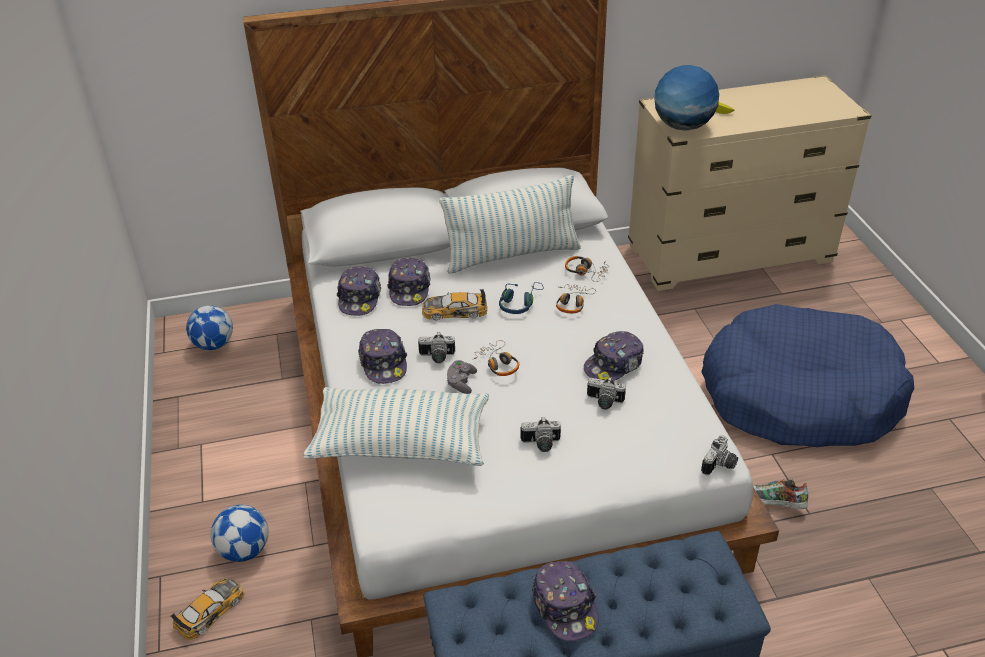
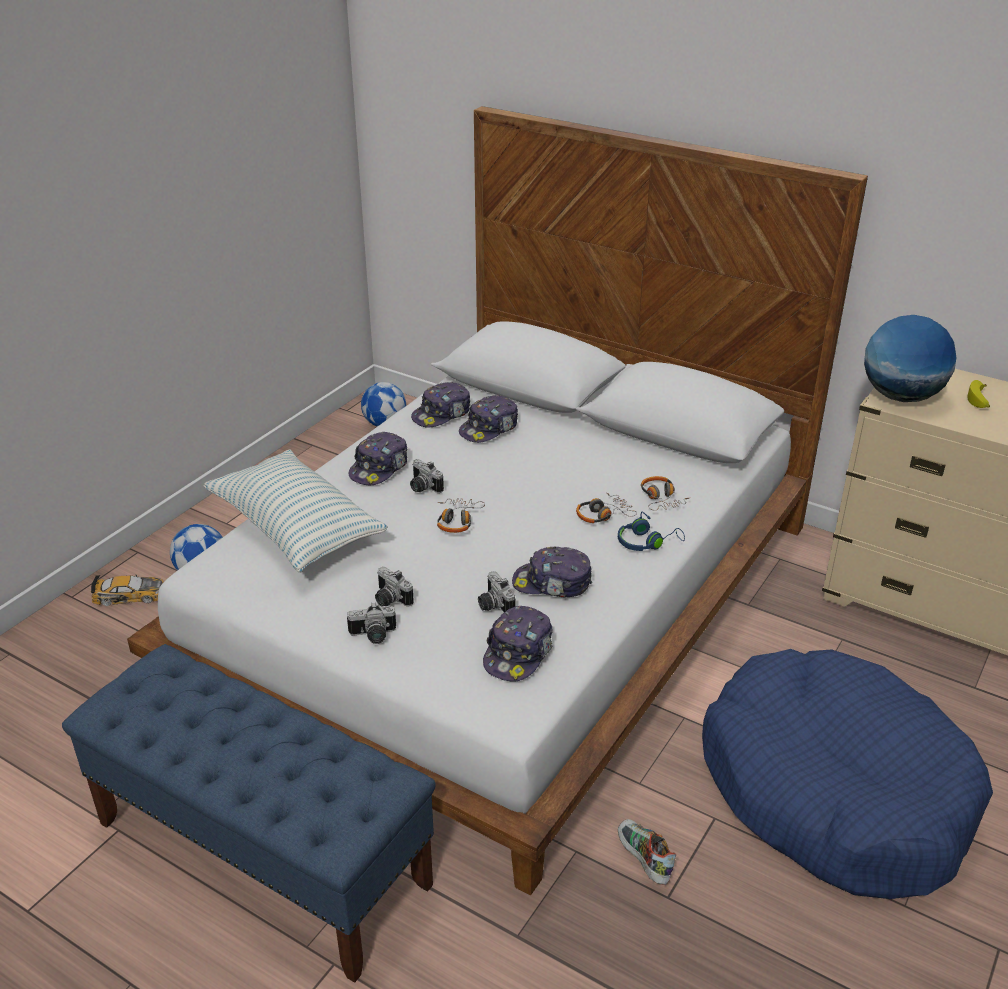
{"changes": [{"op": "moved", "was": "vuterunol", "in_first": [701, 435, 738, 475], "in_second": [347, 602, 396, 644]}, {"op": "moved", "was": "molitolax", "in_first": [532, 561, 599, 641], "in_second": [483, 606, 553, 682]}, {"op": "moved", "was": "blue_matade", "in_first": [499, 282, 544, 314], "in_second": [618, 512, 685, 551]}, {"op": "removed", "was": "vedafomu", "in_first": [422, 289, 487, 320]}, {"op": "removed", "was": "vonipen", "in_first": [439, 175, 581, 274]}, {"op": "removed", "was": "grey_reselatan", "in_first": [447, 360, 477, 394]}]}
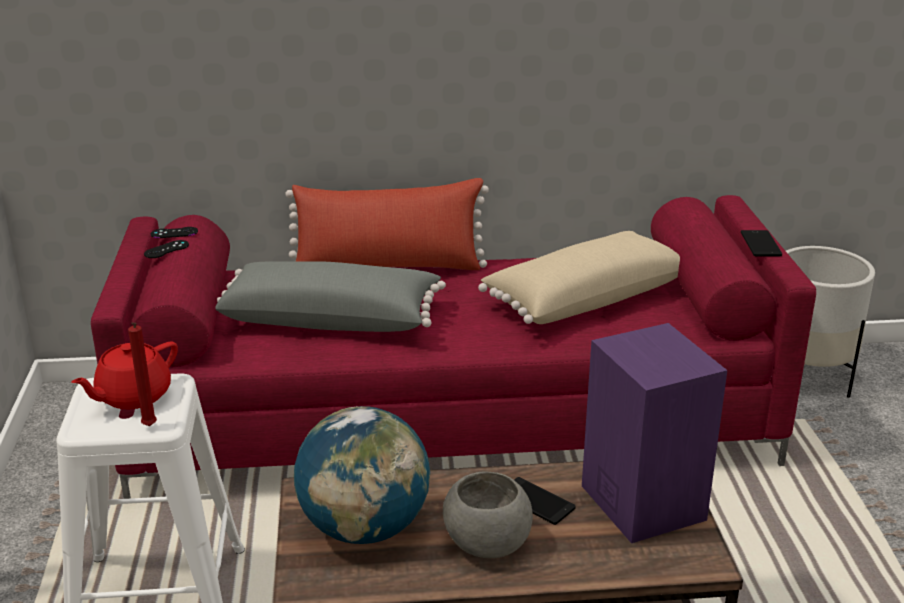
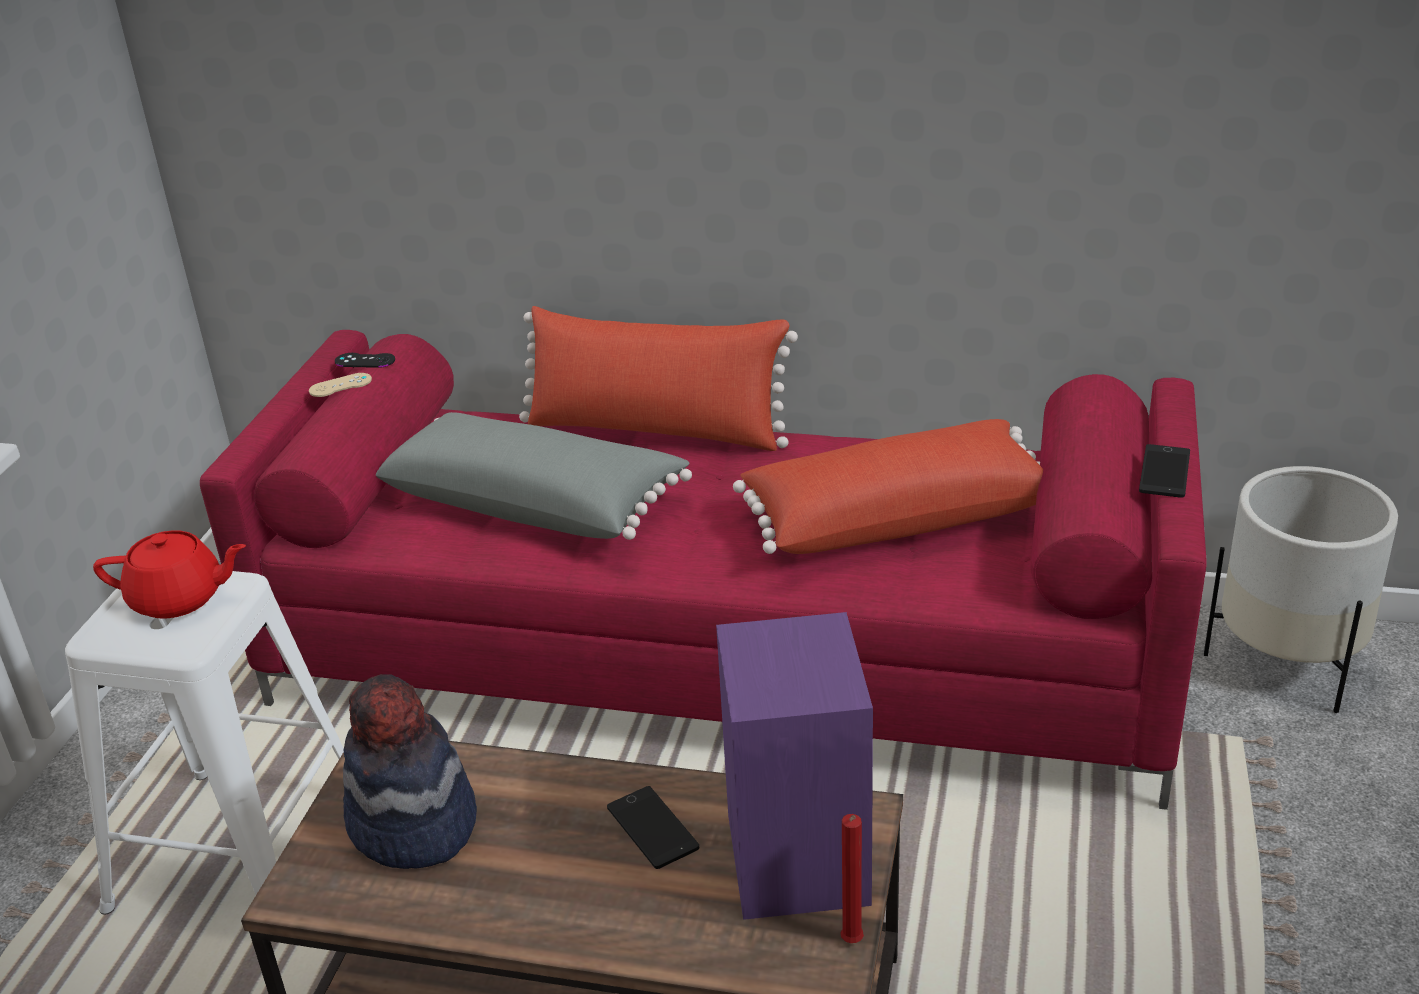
{"changes": [{"op": "turned", "was": "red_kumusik", "in_first": [71, 341, 178, 409], "in_second": [93, 530, 246, 619], "clockwise": -150}, {"op": "recoloured", "was": "black_reselatan", "now": "beige_reselatan", "in_first": [144, 240, 189, 258], "in_second": [309, 373, 372, 397]}, {"op": "replaced", "was": "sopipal", "now": "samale", "in_first": [294, 406, 430, 544], "in_second": [343, 674, 477, 869]}, {"op": "recoloured", "was": "beige_vonipen", "now": "red_vonipen", "in_first": [478, 231, 680, 324], "in_second": [733, 419, 1043, 554]}, {"op": "moved", "was": "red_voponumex", "in_first": [128, 323, 157, 426], "in_second": [840, 814, 864, 943]}, {"op": "removed", "was": "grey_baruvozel", "in_first": [443, 471, 533, 558]}]}
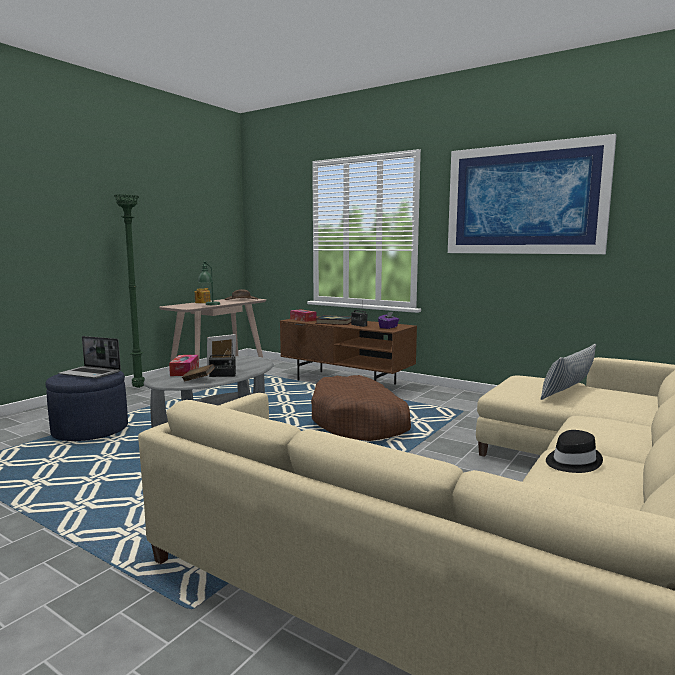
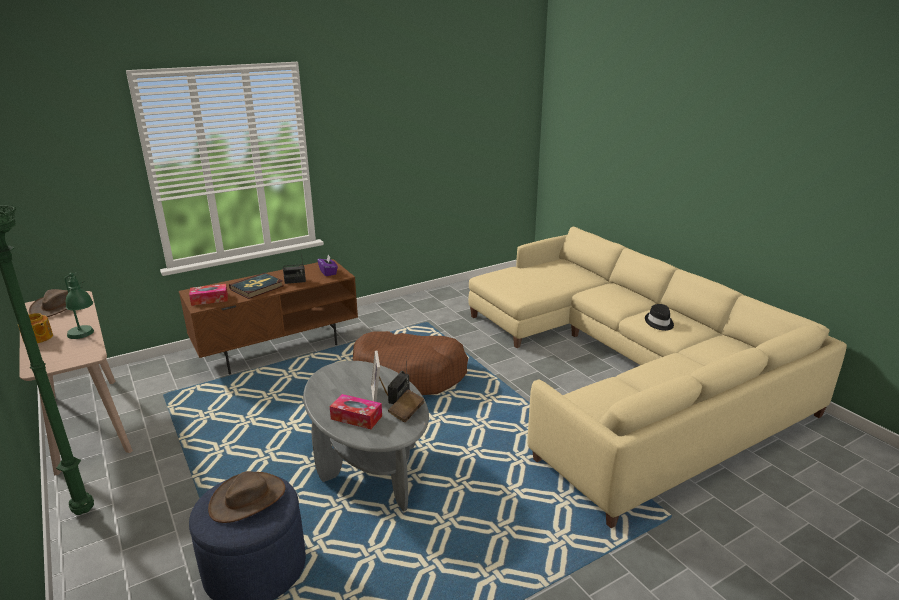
{"changes": [{"op": "replaced", "was": "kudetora", "now": "brown_samale", "in_first": [58, 336, 121, 379], "in_second": [208, 471, 285, 523]}, {"op": "removed", "was": "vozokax", "in_first": [448, 134, 617, 254]}, {"op": "removed", "was": "vonipen", "in_first": [541, 344, 596, 400]}]}
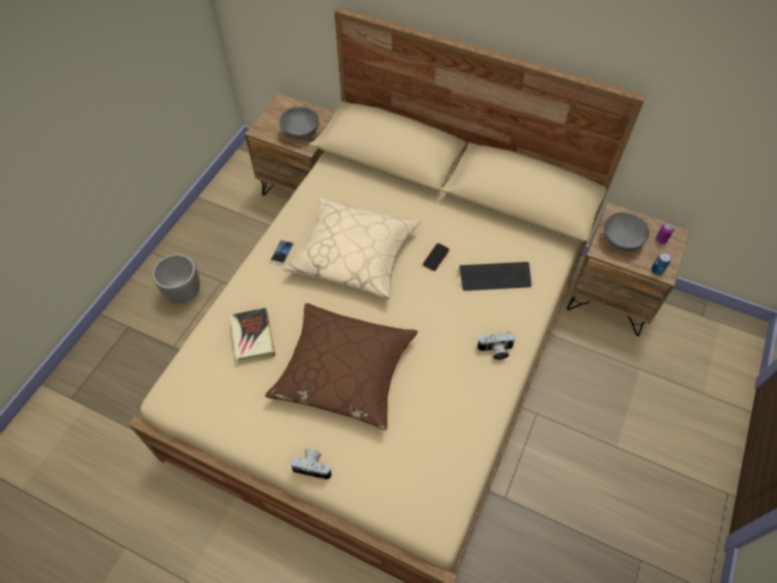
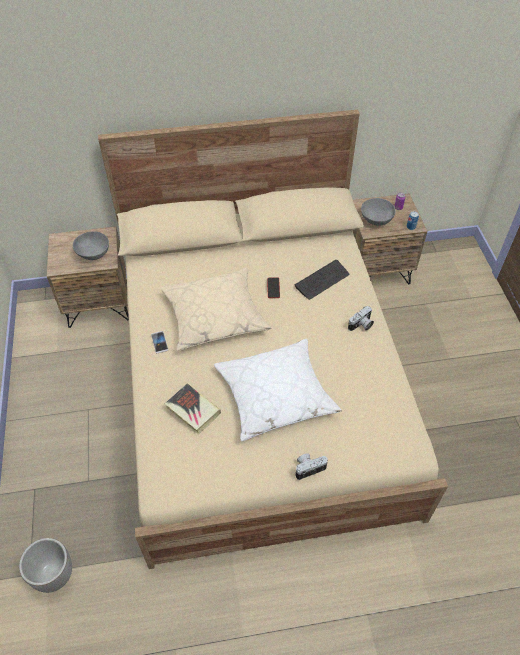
{"changes": [{"op": "moved", "was": "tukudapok", "in_first": [152, 254, 200, 303], "in_second": [19, 538, 72, 593]}, {"op": "recoloured", "was": "brown_vonipen", "now": "white_vonipen", "in_first": [265, 303, 418, 430], "in_second": [214, 339, 342, 441]}]}
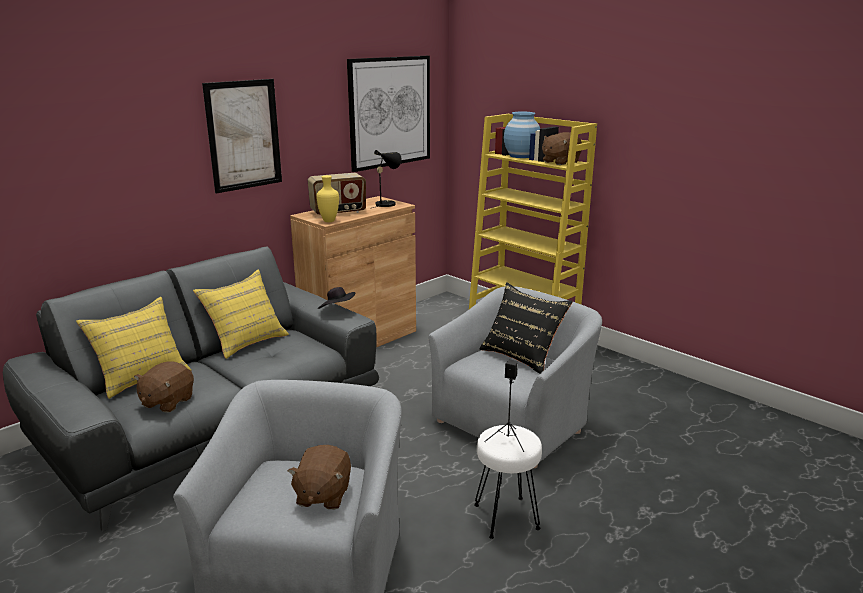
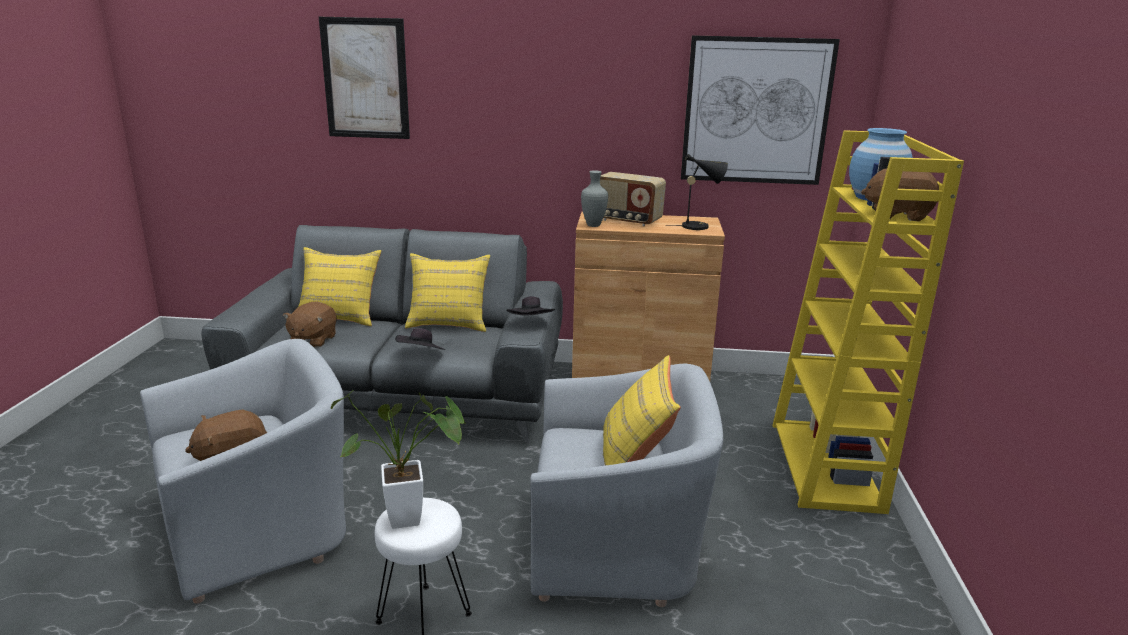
{"changes": [{"op": "turned", "was": "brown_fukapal", "in_first": [134, 361, 194, 413], "in_second": [283, 301, 337, 348], "clockwise": -60}, {"op": "moved", "was": "vozokax", "in_first": [202, 79, 282, 193], "in_second": [319, 17, 410, 139]}, {"op": "replaced", "was": "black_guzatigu", "now": "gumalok", "in_first": [484, 360, 524, 452], "in_second": [331, 391, 466, 529]}, {"op": "added", "now": "black_samale", "in_second": [395, 328, 445, 350]}, {"op": "recoloured", "was": "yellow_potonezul", "now": "grey_potonezul", "in_first": [316, 175, 339, 222], "in_second": [581, 170, 608, 227]}, {"op": "recoloured", "was": "black_vonipen", "now": "yellow_vonipen", "in_first": [479, 282, 573, 374], "in_second": [603, 355, 681, 466]}]}
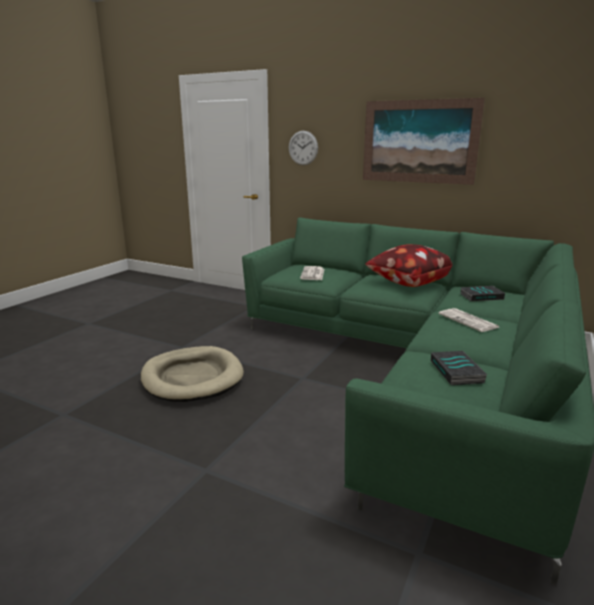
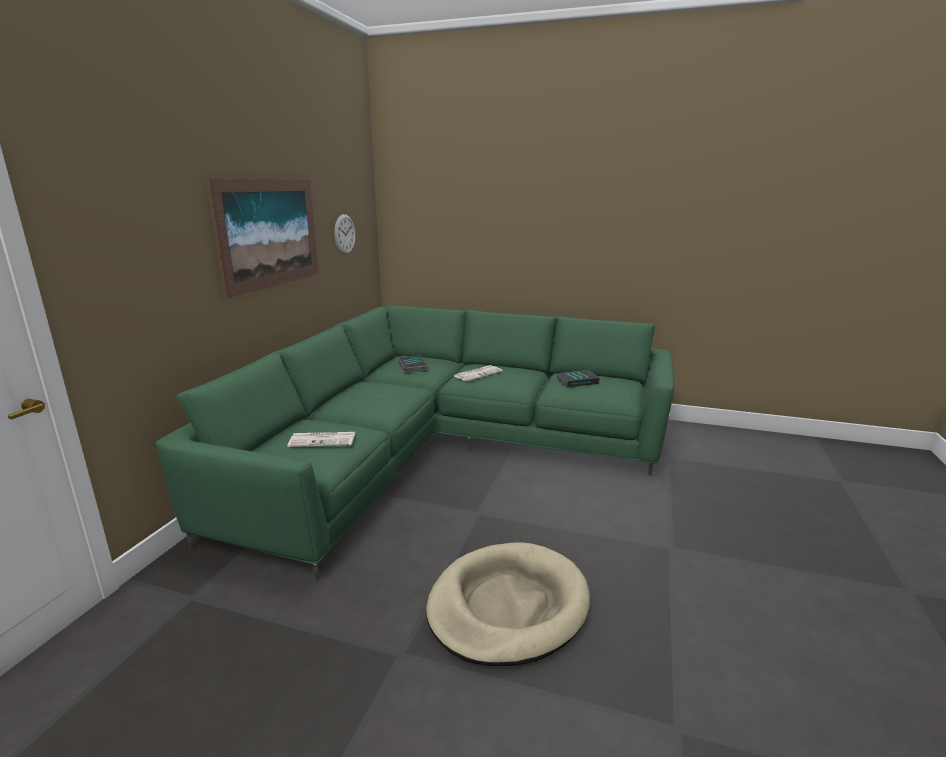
{"changes": [{"op": "moved", "was": "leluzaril", "in_first": [289, 131, 318, 165], "in_second": [334, 214, 355, 255]}, {"op": "removed", "was": "vonipen", "in_first": [365, 244, 452, 287]}]}
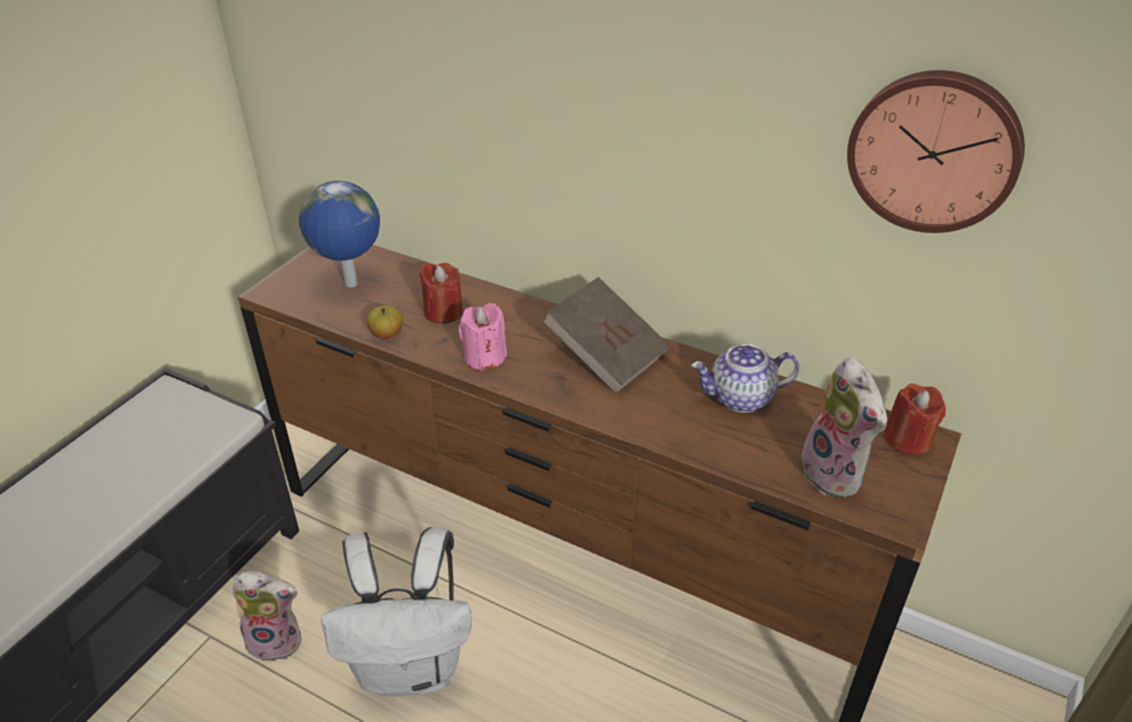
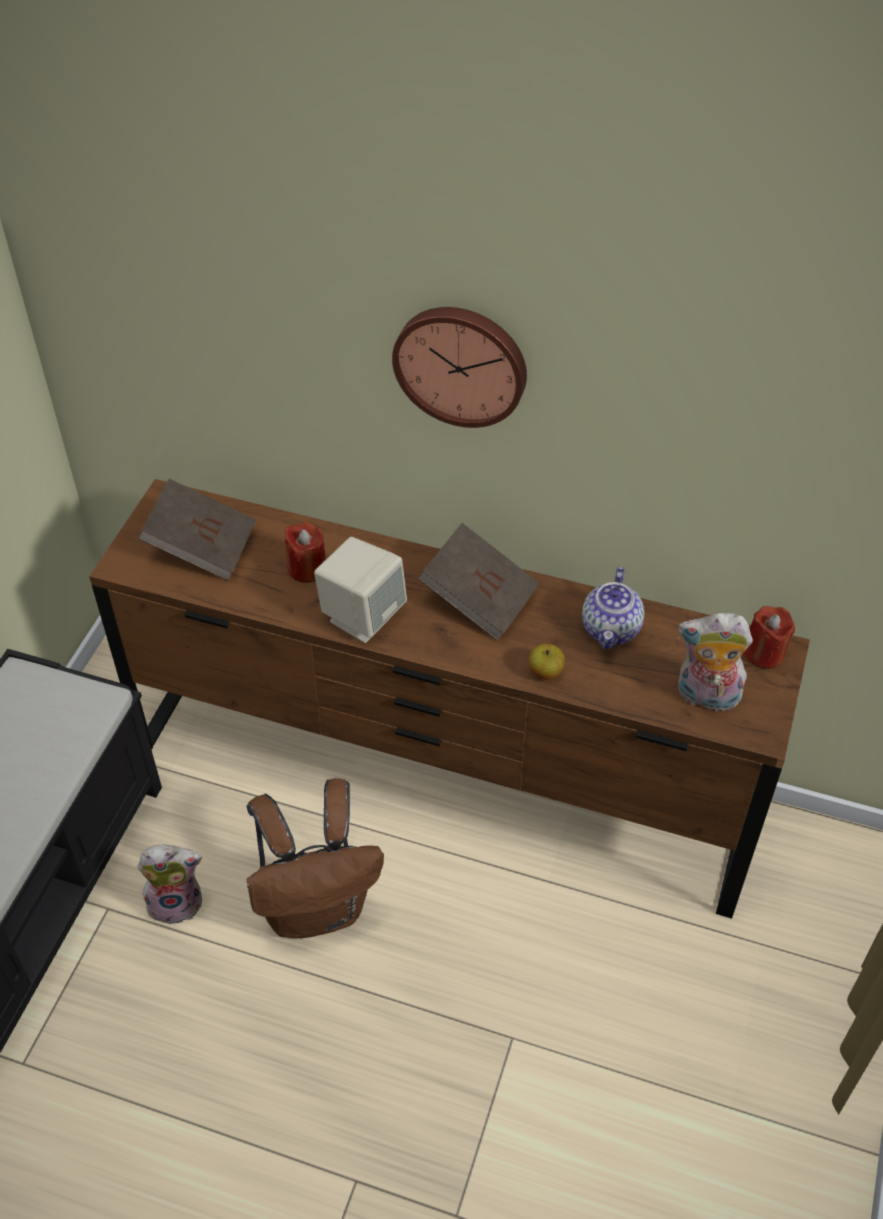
{"changes": [{"op": "replaced", "was": "sopipal", "now": "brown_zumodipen", "in_first": [299, 181, 380, 288], "in_second": [138, 479, 256, 581]}, {"op": "recoloured", "was": "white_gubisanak", "now": "brown_gubisanak", "in_first": [321, 527, 472, 696], "in_second": [247, 778, 384, 939]}, {"op": "replaced", "was": "pink_voponumex", "now": "beige_guzatigu", "in_first": [459, 303, 507, 371], "in_second": [314, 537, 407, 643]}, {"op": "moved", "was": "leluzaril", "in_first": [847, 70, 1025, 233], "in_second": [392, 307, 527, 428]}, {"op": "moved", "was": "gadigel", "in_first": [367, 305, 403, 339], "in_second": [528, 644, 565, 680]}, {"op": "turned", "was": "kumusik", "in_first": [691, 344, 799, 413], "in_second": [582, 567, 644, 649], "clockwise": -60}, {"op": "turned", "was": "fukapal", "in_first": [795, 357, 887, 498], "in_second": [678, 613, 753, 711], "clockwise": 135}]}
